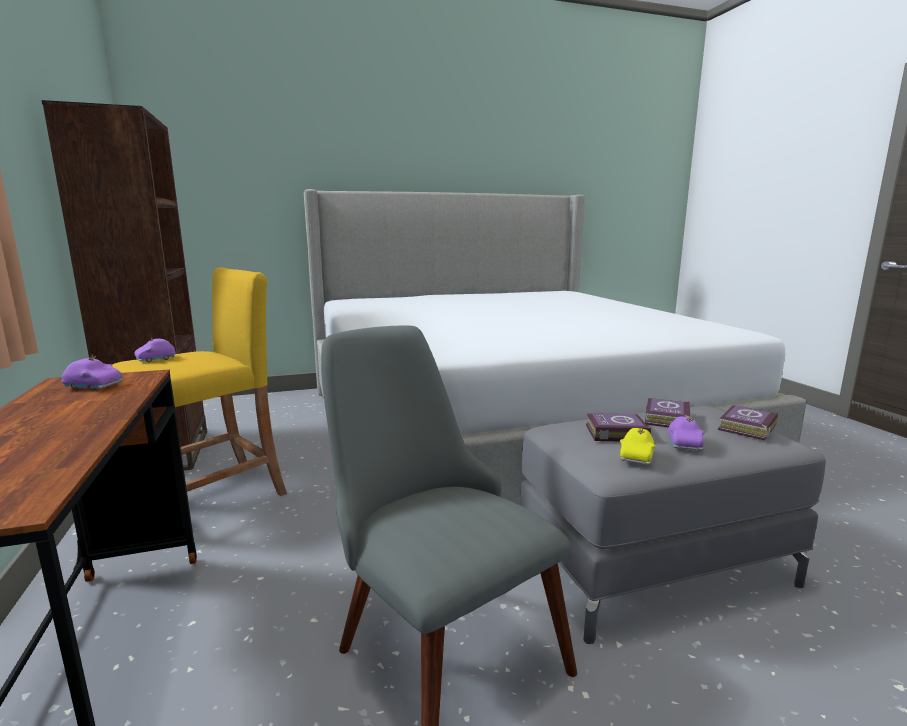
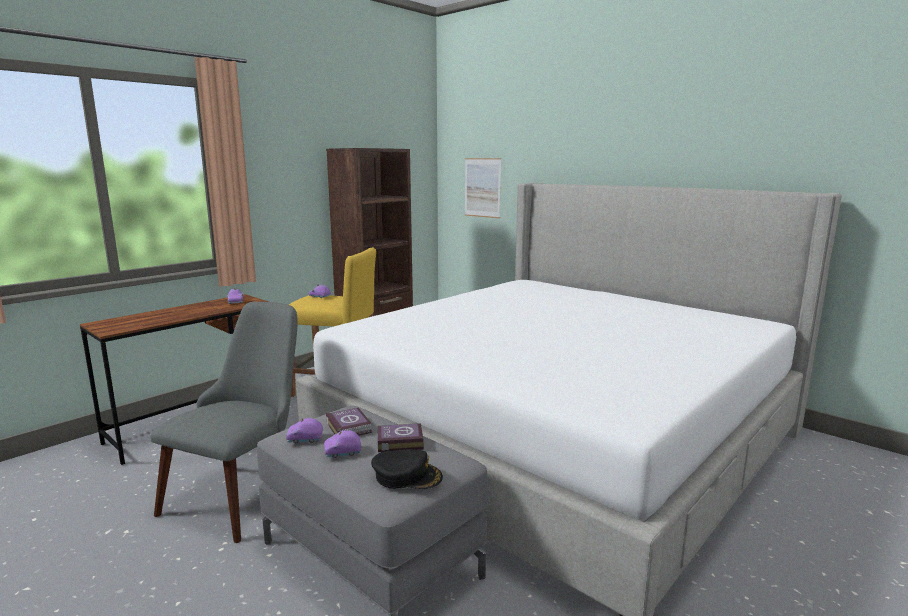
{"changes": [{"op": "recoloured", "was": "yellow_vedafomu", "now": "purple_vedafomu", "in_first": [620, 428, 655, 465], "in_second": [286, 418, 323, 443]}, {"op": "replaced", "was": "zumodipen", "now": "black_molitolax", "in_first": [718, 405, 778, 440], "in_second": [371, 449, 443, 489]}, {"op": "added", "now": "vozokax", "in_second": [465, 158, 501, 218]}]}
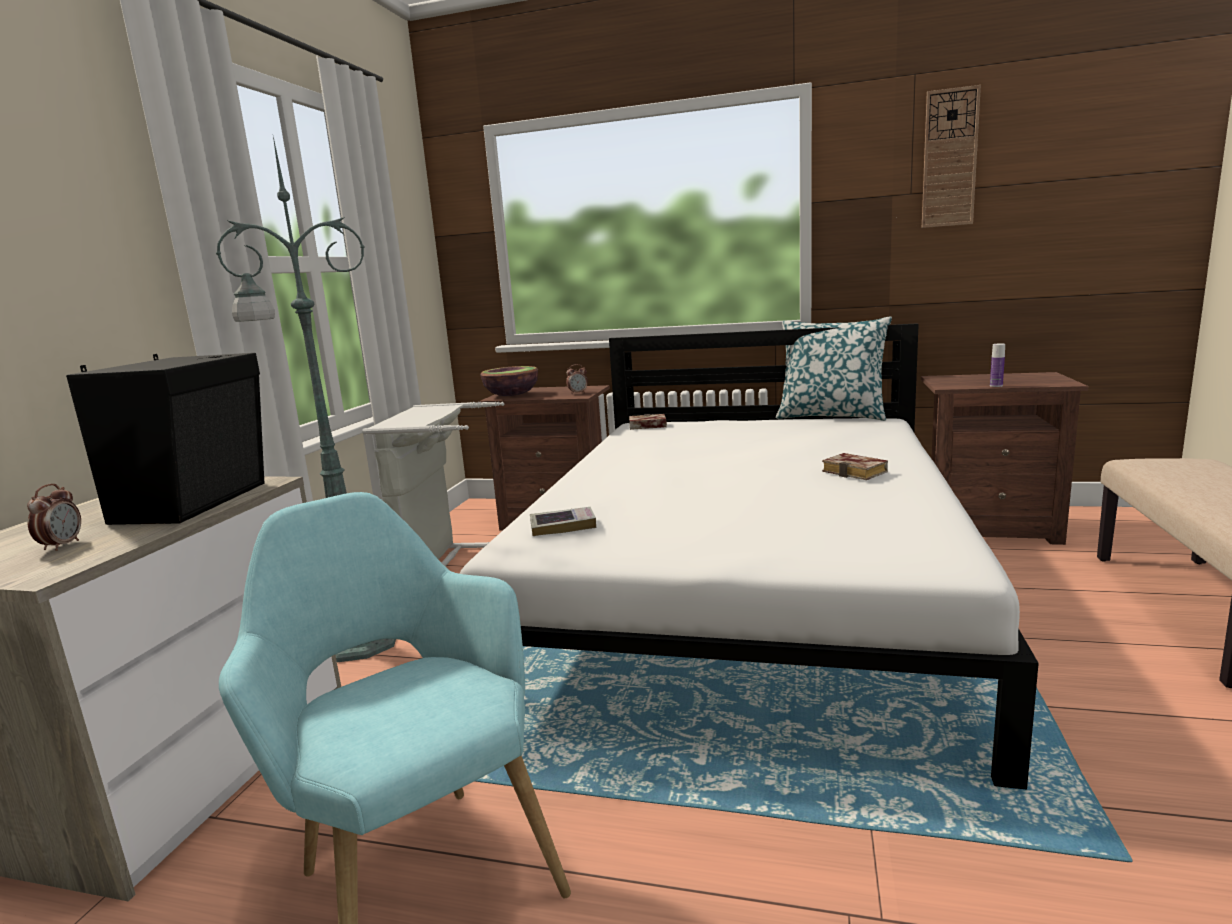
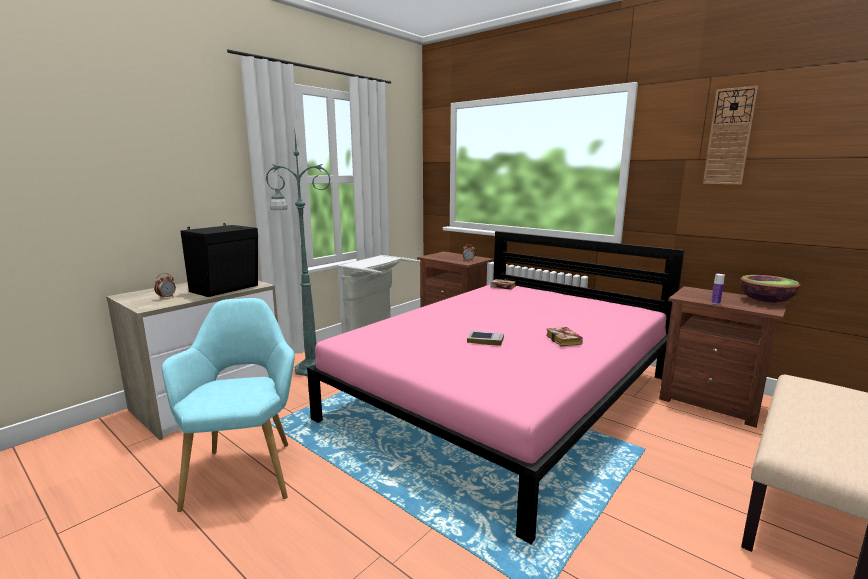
{"changes": [{"op": "recoloured", "was": "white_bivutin", "now": "pink_bivutin", "in_first": [460, 323, 1039, 790], "in_second": [307, 231, 685, 544]}, {"op": "moved", "was": "zumodipen", "in_first": [530, 507, 596, 536], "in_second": [467, 331, 504, 346]}, {"op": "moved", "was": "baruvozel", "in_first": [480, 366, 538, 396], "in_second": [740, 275, 800, 303]}, {"op": "removed", "was": "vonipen", "in_first": [776, 316, 892, 421]}]}
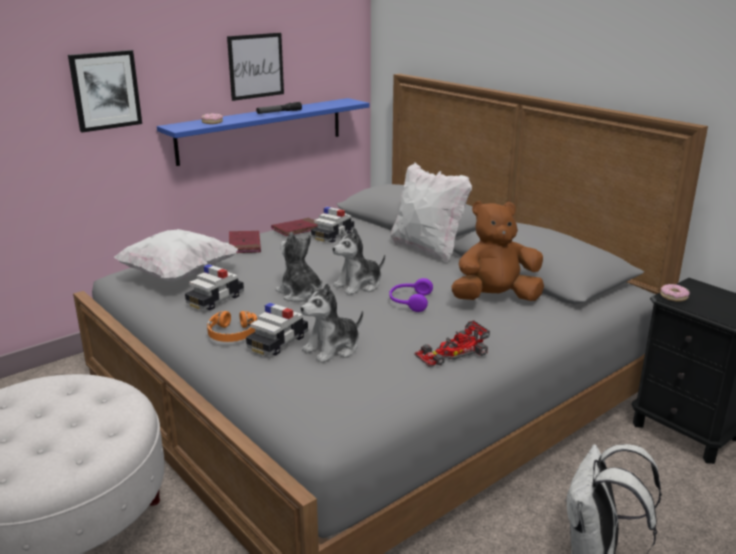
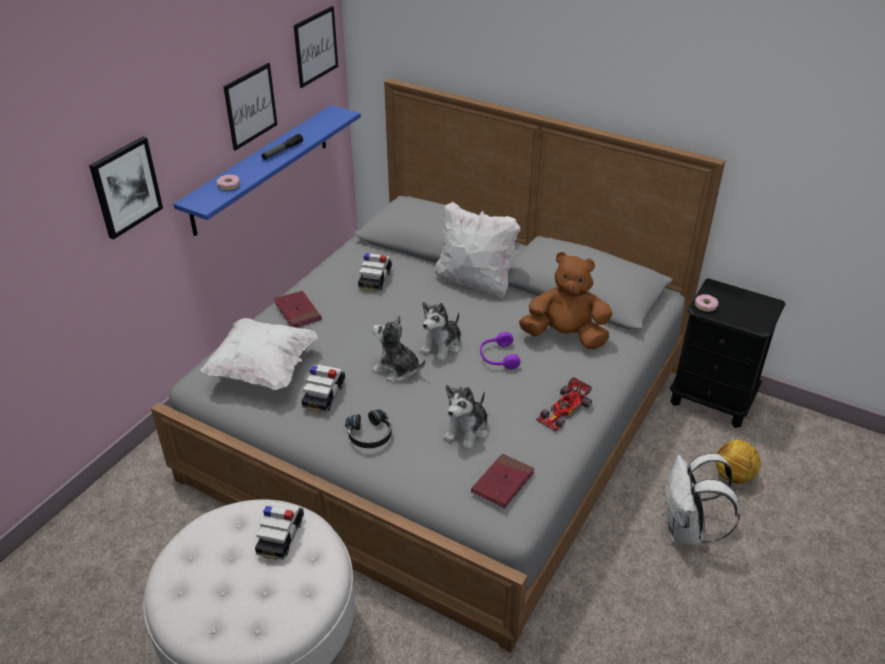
{"changes": [{"op": "moved", "was": "vedafomu", "in_first": [246, 303, 308, 356], "in_second": [255, 502, 304, 560]}, {"op": "added", "now": "vozokax", "in_second": [294, 6, 338, 88]}, {"op": "recoloured", "was": "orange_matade", "now": "black_matade", "in_first": [207, 311, 257, 342], "in_second": [345, 409, 392, 448]}, {"op": "moved", "was": "red_zumodipen", "in_first": [271, 218, 318, 236], "in_second": [471, 454, 535, 508]}, {"op": "turned", "was": "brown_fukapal", "in_first": [451, 201, 544, 301], "in_second": [519, 252, 612, 349], "clockwise": 45}, {"op": "added", "now": "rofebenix", "in_second": [716, 440, 761, 484]}]}
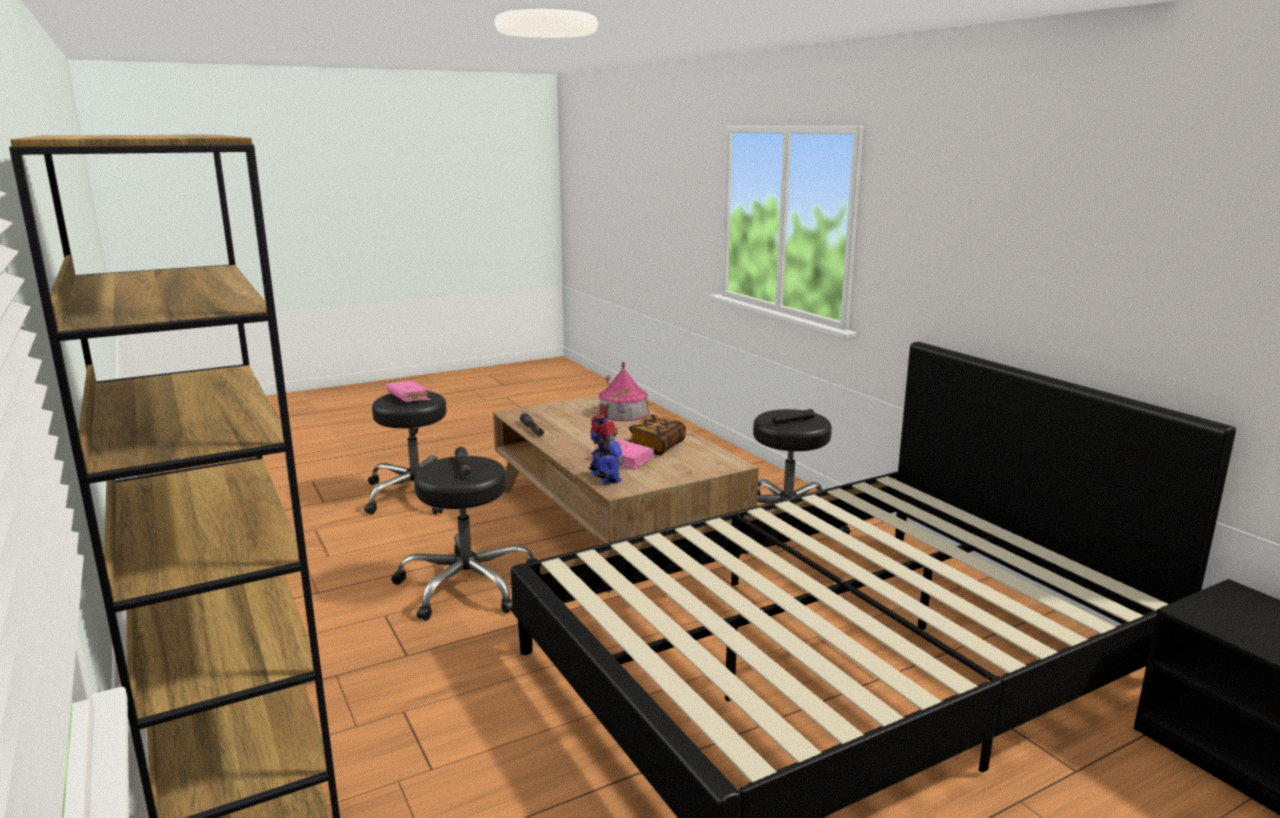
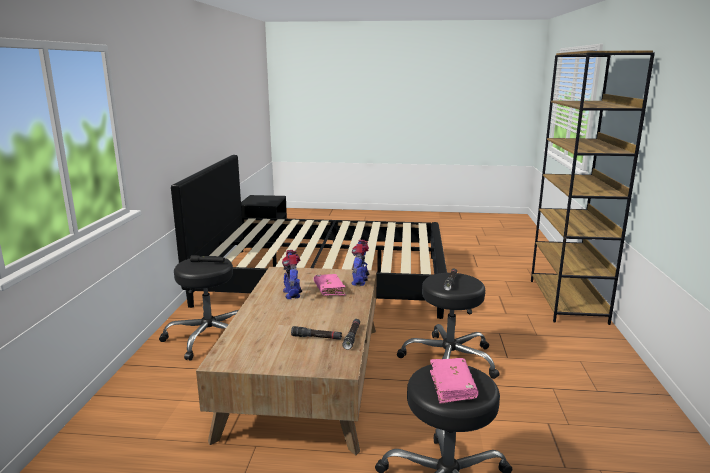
{"changes": [{"op": "replaced", "was": "zumodipen", "now": "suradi", "in_first": [628, 414, 686, 455], "in_second": [282, 250, 302, 299]}, {"op": "added", "now": "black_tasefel", "in_second": [291, 326, 342, 340]}, {"op": "removed", "was": "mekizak", "in_first": [597, 362, 650, 421]}]}
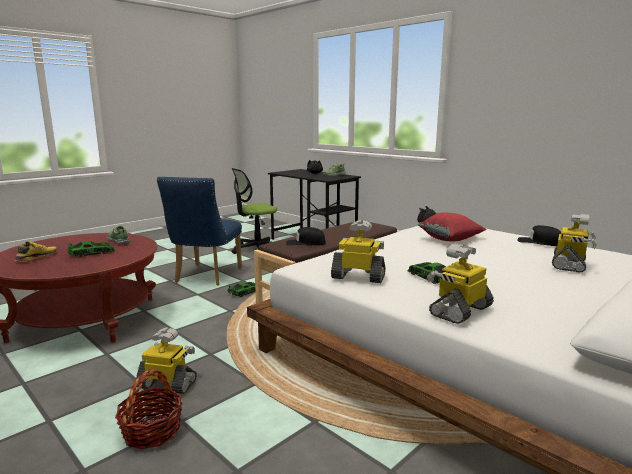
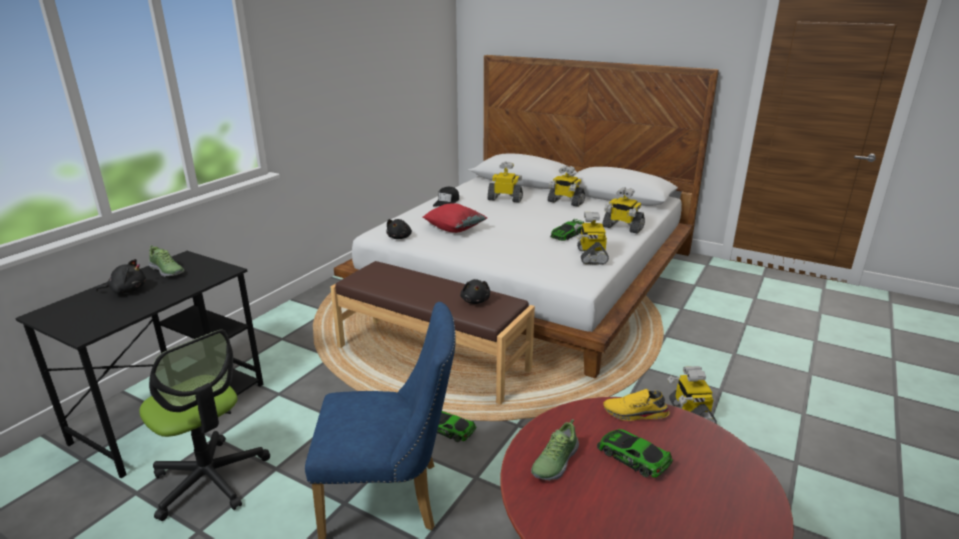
{"changes": [{"op": "replaced", "was": "black_molitolax", "now": "black_fukapal", "in_first": [286, 227, 326, 246], "in_second": [460, 279, 490, 304]}, {"op": "added", "now": "suradi", "in_second": [547, 166, 585, 207]}, {"op": "moved", "was": "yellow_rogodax", "in_first": [15, 241, 57, 262], "in_second": [603, 389, 670, 421]}, {"op": "removed", "was": "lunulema", "in_first": [115, 369, 182, 449]}]}
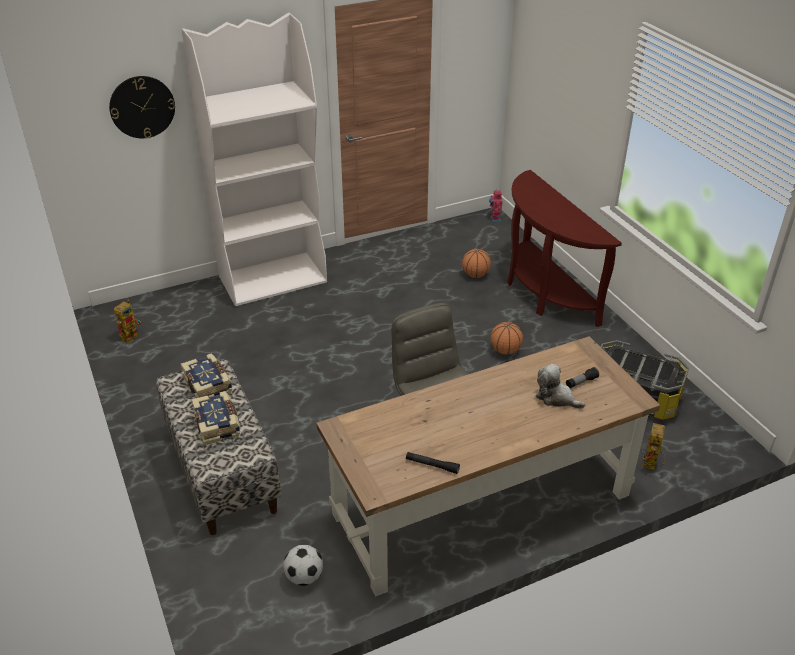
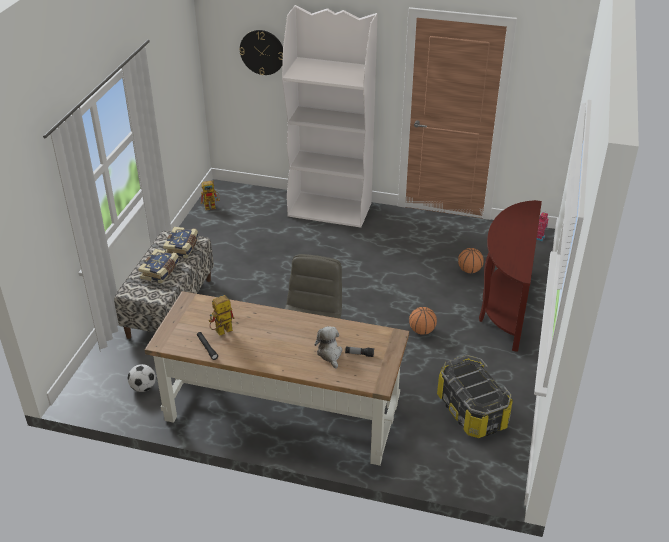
{"changes": [{"op": "moved", "was": "suradi", "in_first": [642, 423, 666, 469], "in_second": [209, 295, 235, 336]}]}
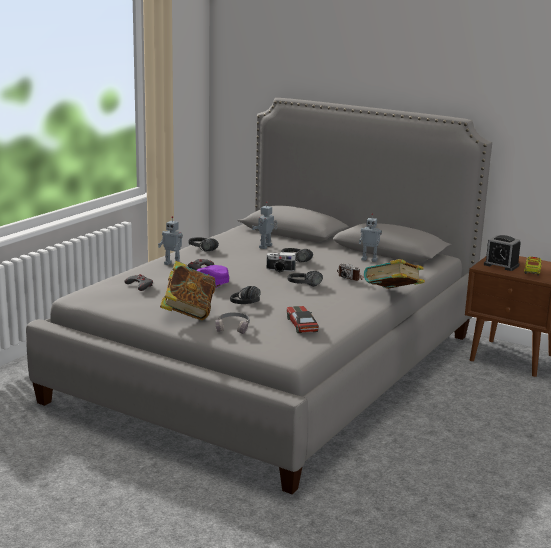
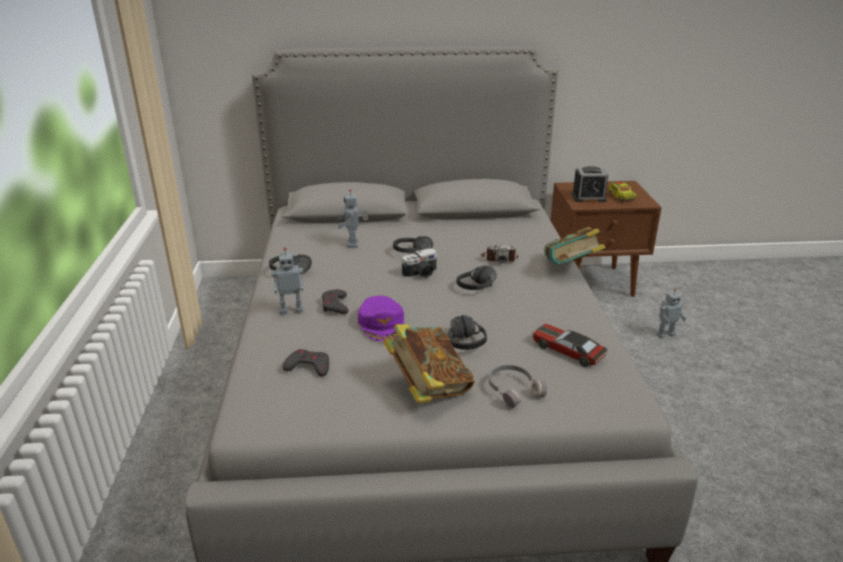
{"changes": [{"op": "moved", "was": "suradi", "in_first": [359, 213, 382, 262], "in_second": [656, 289, 687, 338]}]}
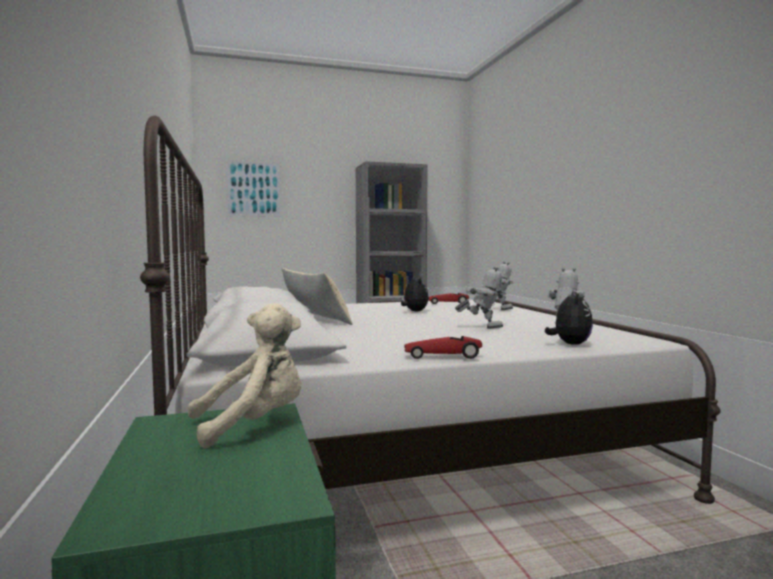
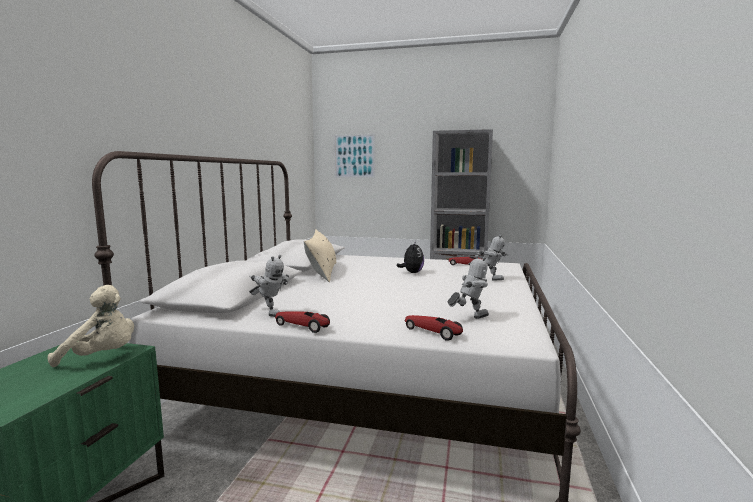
{"changes": [{"op": "moved", "was": "suradi", "in_first": [455, 266, 507, 329], "in_second": [249, 255, 289, 317]}, {"op": "replaced", "was": "fukapal", "now": "vedafomu", "in_first": [545, 290, 593, 345], "in_second": [405, 315, 463, 341]}]}
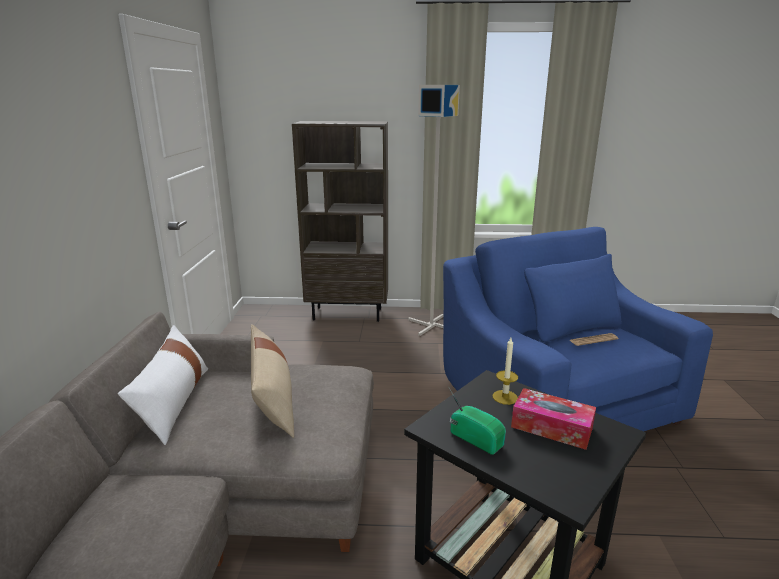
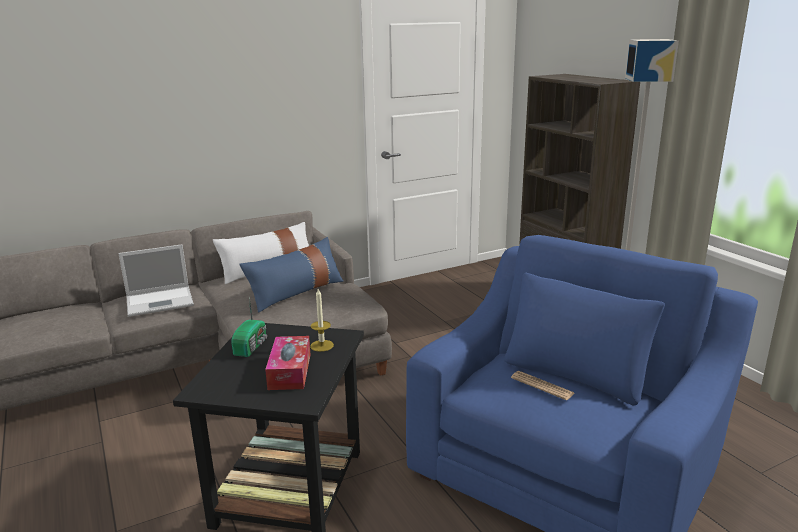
{"changes": [{"op": "added", "now": "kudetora", "in_second": [118, 244, 194, 317]}, {"op": "recoloured", "was": "beige_vonipen", "now": "blue_vonipen", "in_first": [251, 324, 294, 438], "in_second": [239, 237, 343, 313]}]}
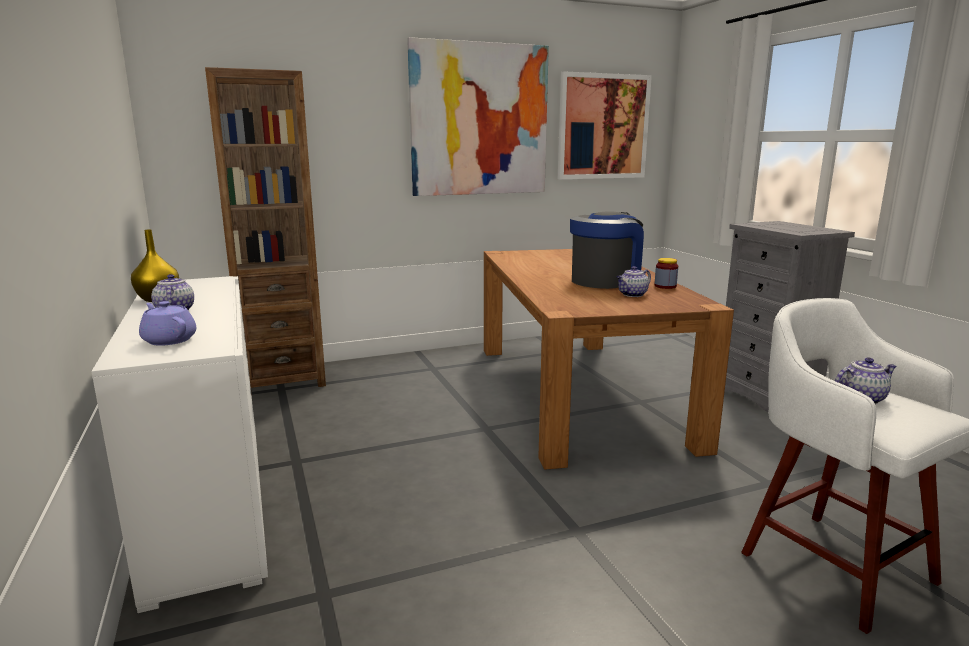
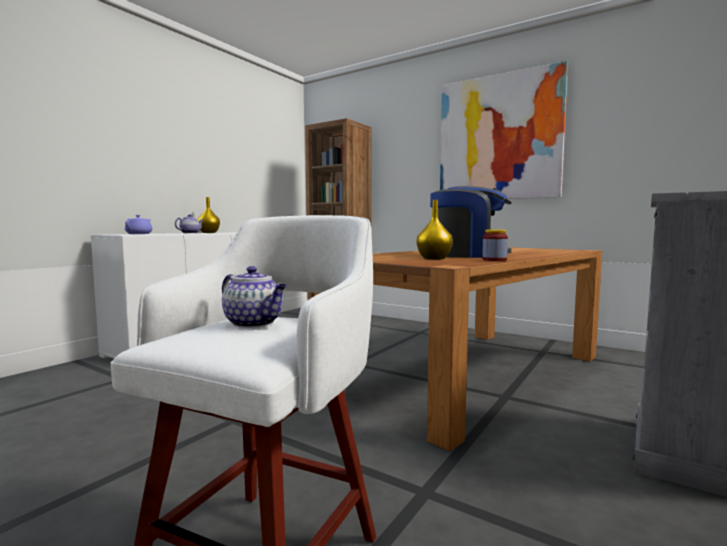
{"changes": [{"op": "replaced", "was": "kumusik", "now": "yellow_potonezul", "in_first": [616, 266, 651, 297], "in_second": [416, 200, 453, 260]}, {"op": "removed", "was": "vozokax", "in_first": [558, 71, 652, 179]}]}
